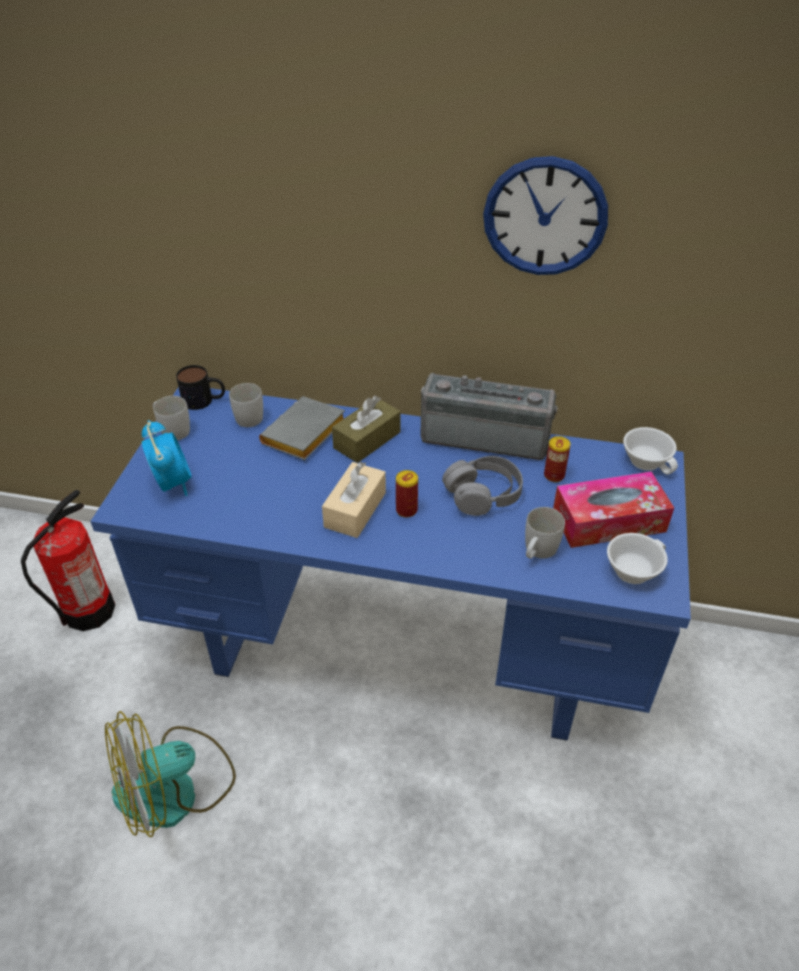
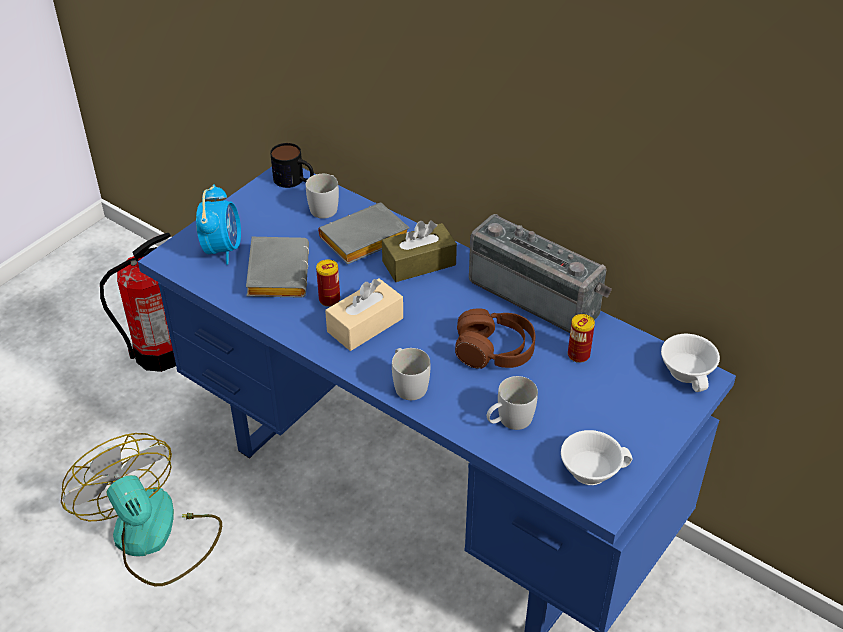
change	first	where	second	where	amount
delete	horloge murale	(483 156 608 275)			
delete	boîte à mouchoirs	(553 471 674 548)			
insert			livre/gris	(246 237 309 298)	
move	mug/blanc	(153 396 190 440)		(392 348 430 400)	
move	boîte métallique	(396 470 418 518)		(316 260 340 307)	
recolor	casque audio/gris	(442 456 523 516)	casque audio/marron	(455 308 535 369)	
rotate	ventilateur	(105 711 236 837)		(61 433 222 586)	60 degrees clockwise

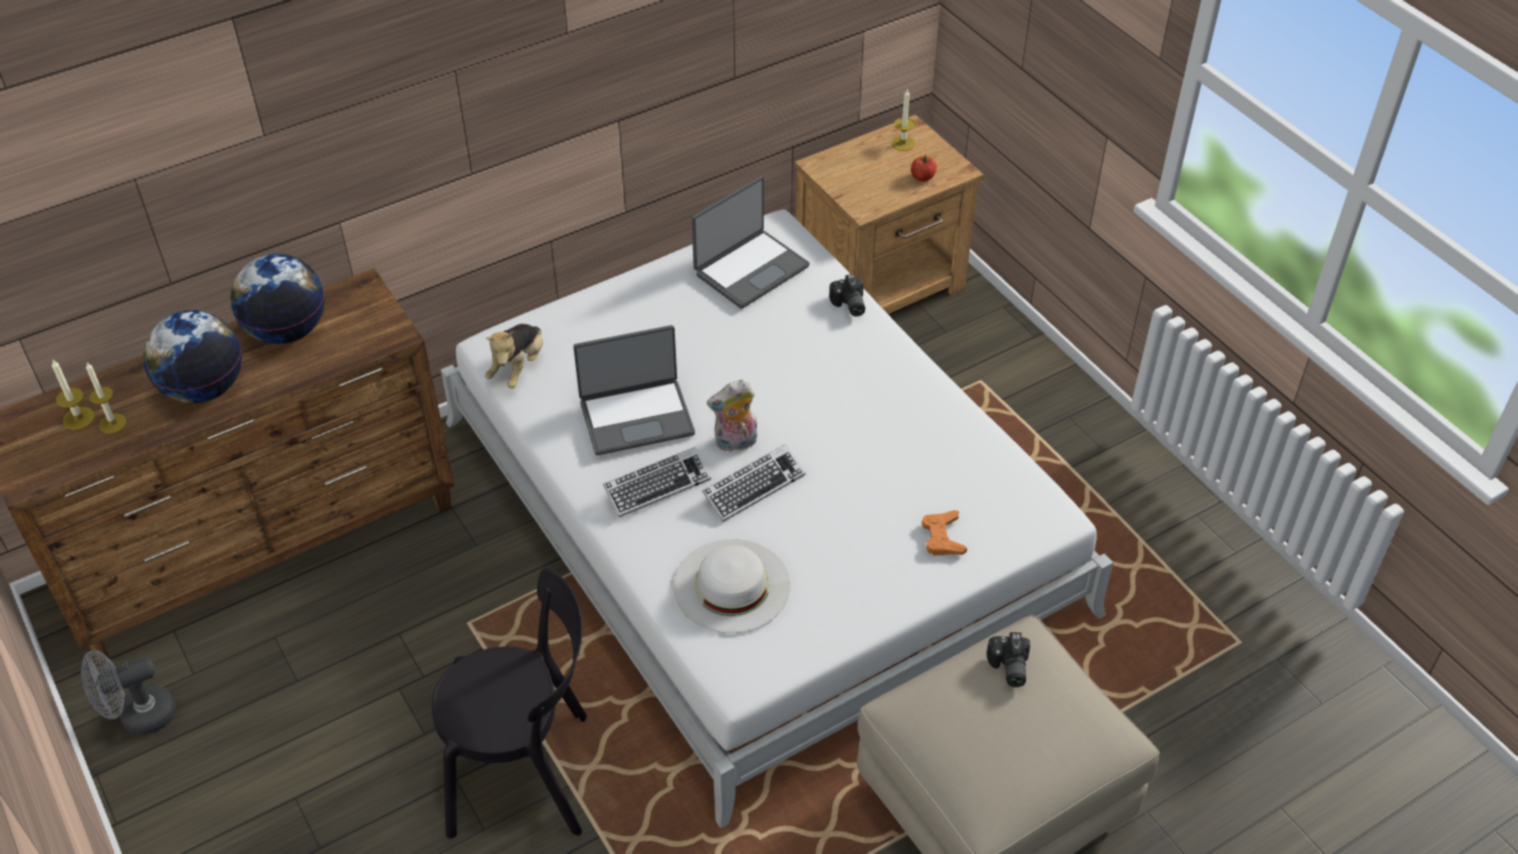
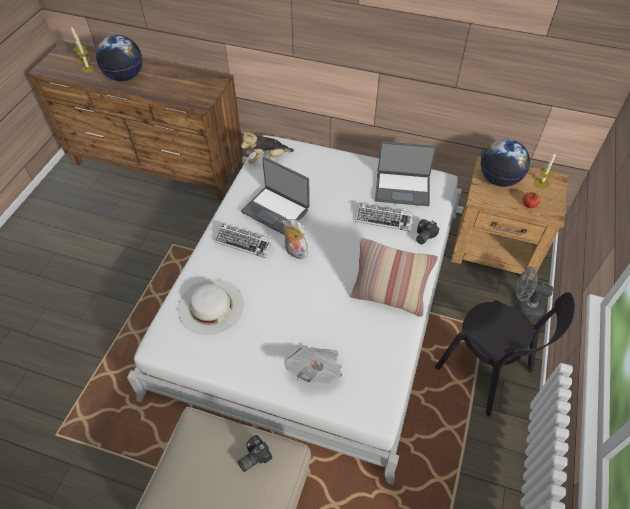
change	first	where	second	where	amount
insert			coussin	(350 238 438 317)	
move	ventilateur/gris	(81 650 176 735)		(516 267 554 319)	
move	globe	(230 254 325 344)		(480 139 530 187)	
move	chaise/noir	(432 568 587 839)		(435 292 575 416)	
move	clavier	(702 444 806 522)		(356 203 413 231)	
replace	manette/orange	(922 510 967 555)	journal	(284 345 343 384)	

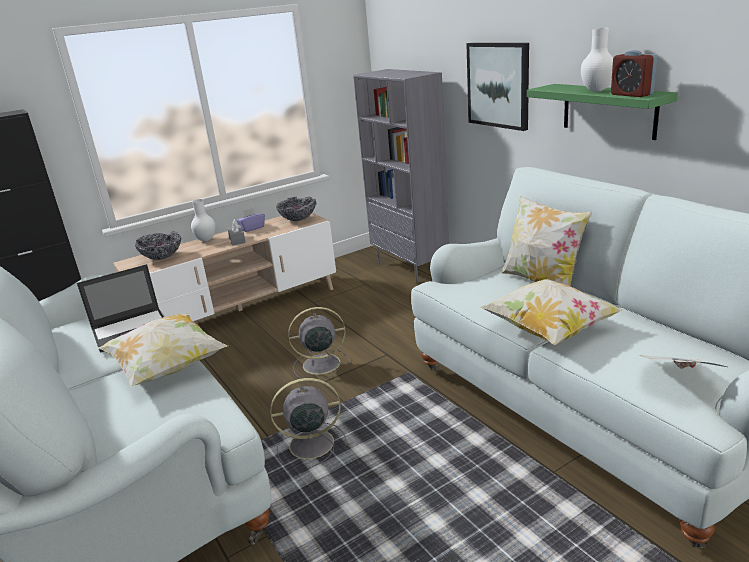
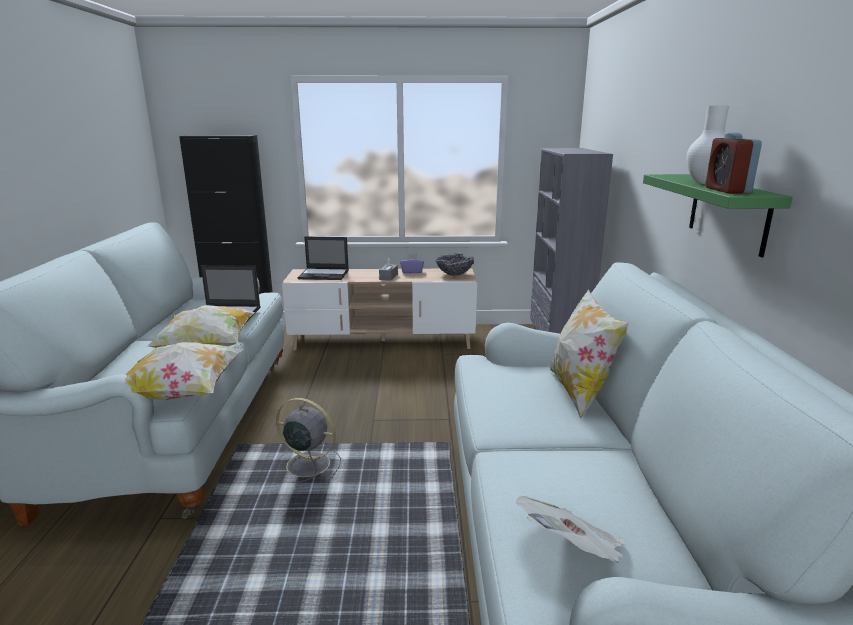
change	first	where	second	where	amount
delete	vase/blanc	(191 199 215 241)			
delete	ventilateur/gris	(288 307 352 380)			
delete	tableau	(466 43 529 131)			
move	coussin	(480 279 623 345)		(124 342 243 400)	
replace	bol	(135 231 181 260)	ordinateur portable	(298 236 349 280)	

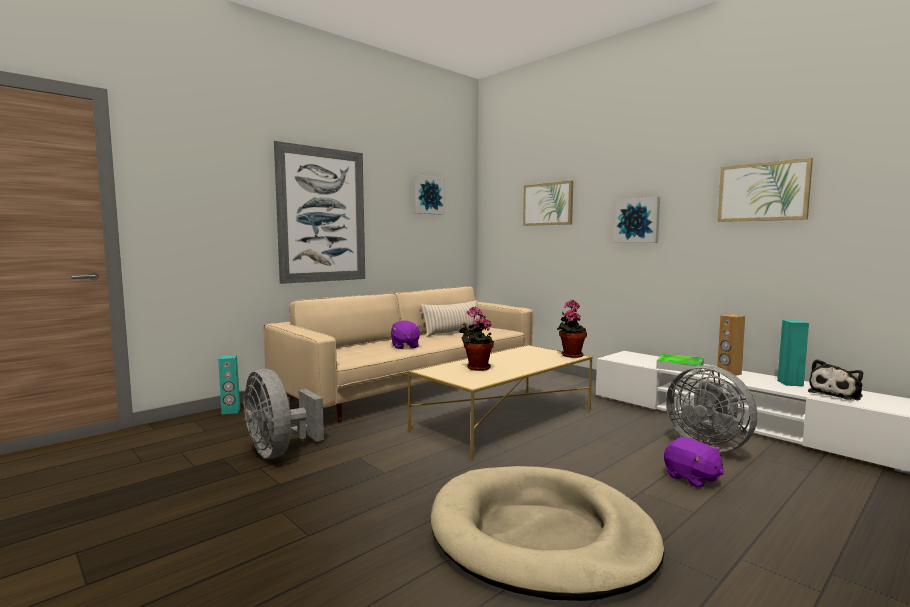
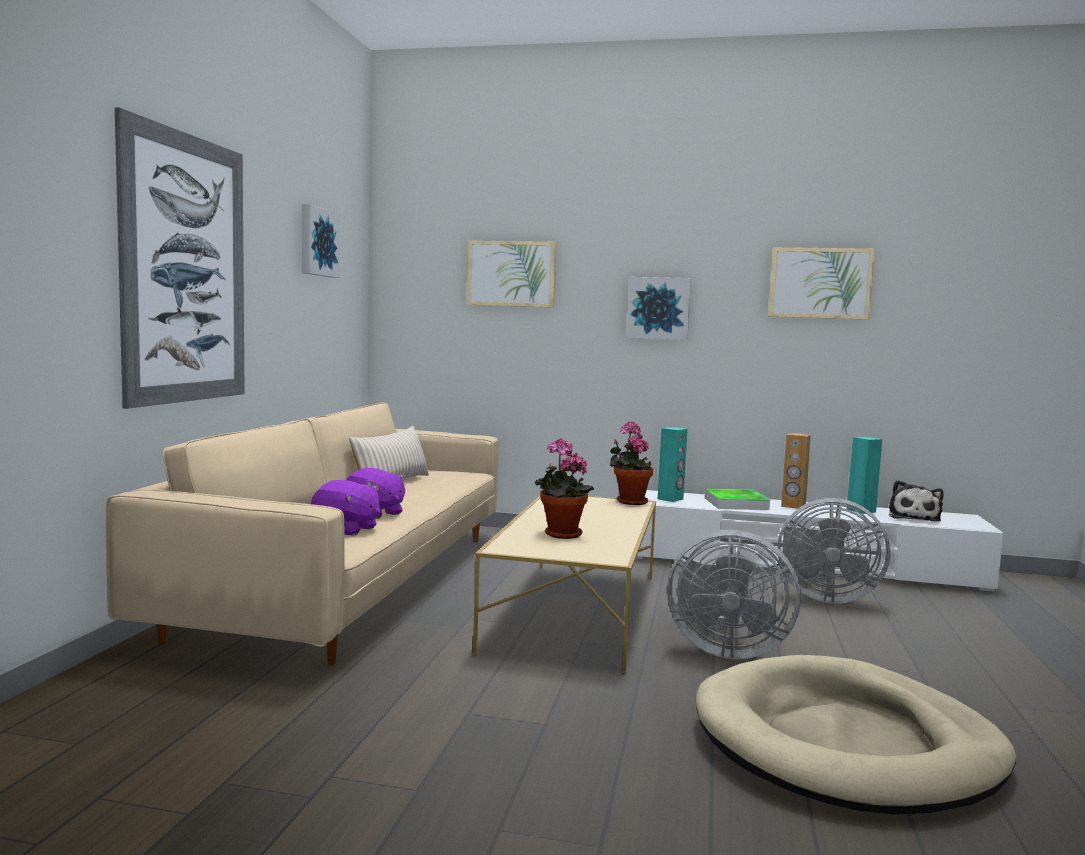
change	first	where	second	where	amount
move	enceinte/turquoise	(218 355 240 415)		(658 427 687 502)	
move	ventilateur/gris	(243 369 324 459)		(667 530 801 660)	
move	peluche/violet	(664 437 724 488)		(311 480 381 536)	

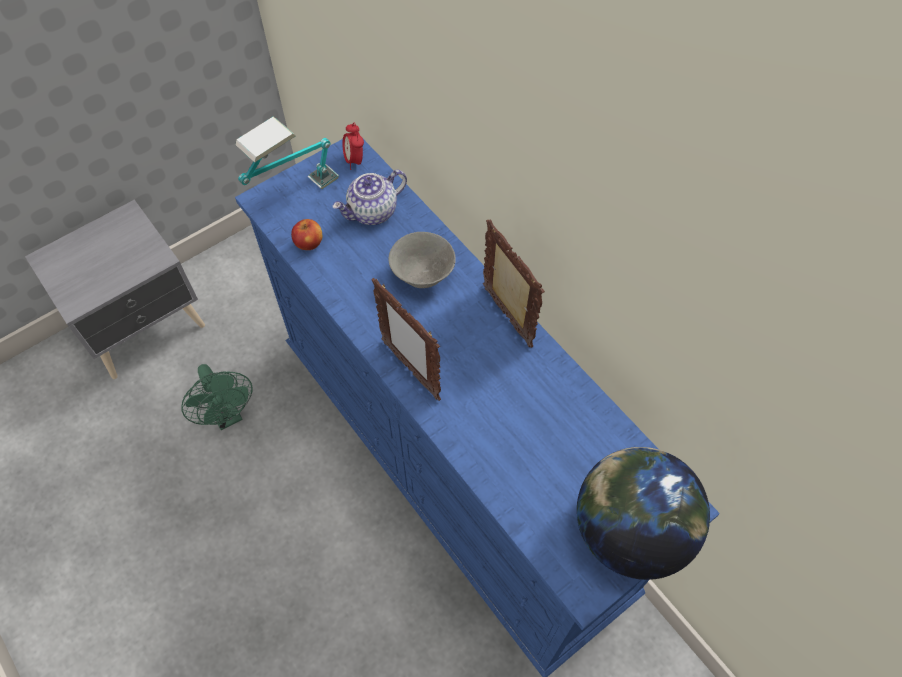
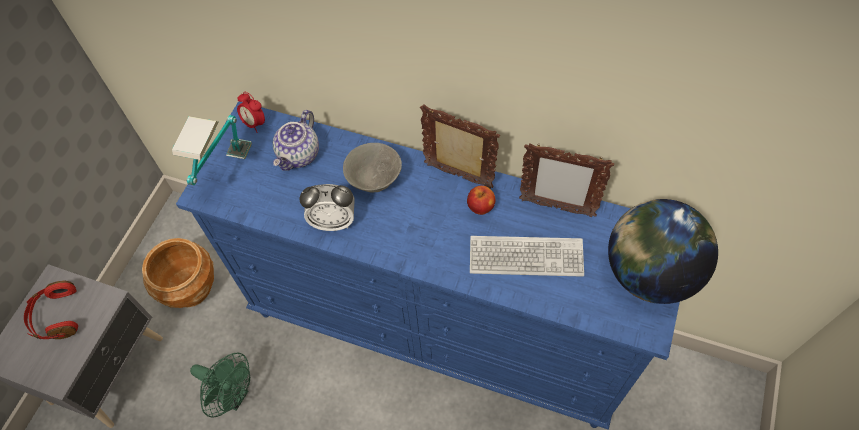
change	first	where	second	where	amount
insert			casque audio/rouge	(24 280 78 339)	
insert			cache-pot/marron	(142 238 214 308)	
insert			réveil	(299 184 355 231)	
insert			clavier	(470 236 584 277)	
move	pomme	(291 219 322 250)		(467 186 495 215)	
move	cadre photo	(371 278 441 401)		(519 143 614 217)	

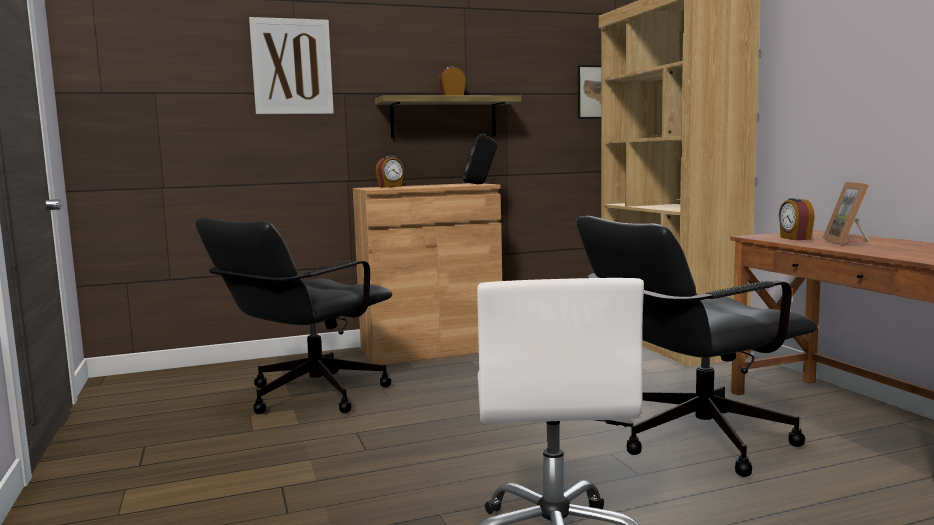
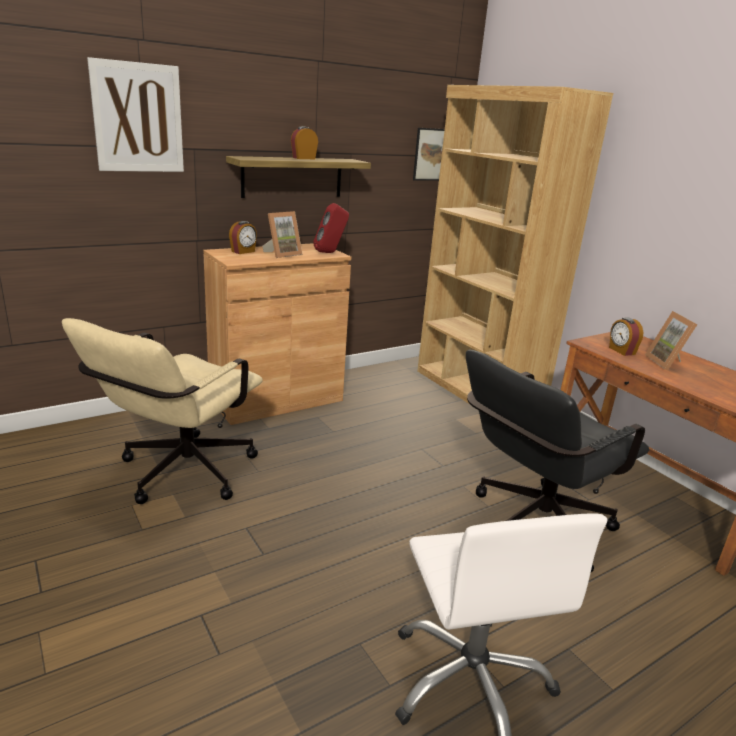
change	first	where	second	where	amount
insert			cadre photo	(262 211 303 258)	
recolor	chaise de bureau/noir	(195 218 392 414)	chaise de bureau/beige	(62 318 263 504)	
recolor	enceinte/noir	(463 133 497 184)	enceinte/rouge	(313 203 349 253)	

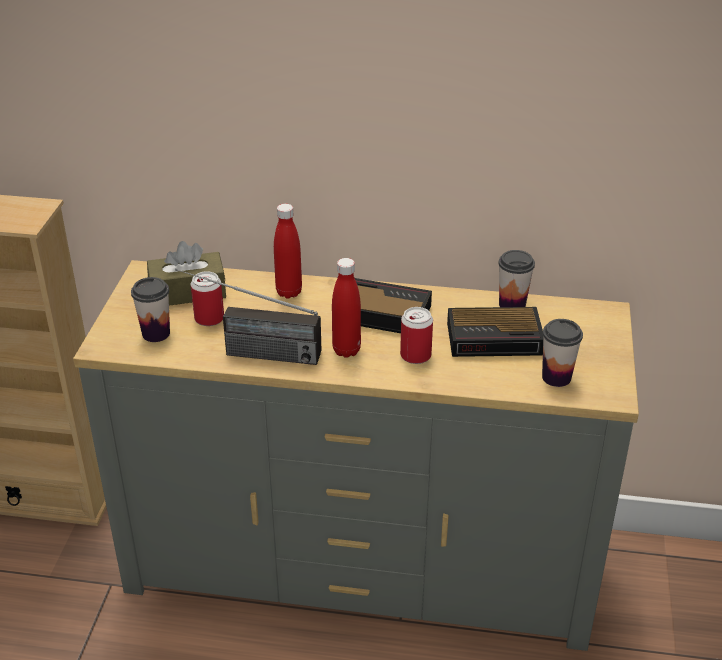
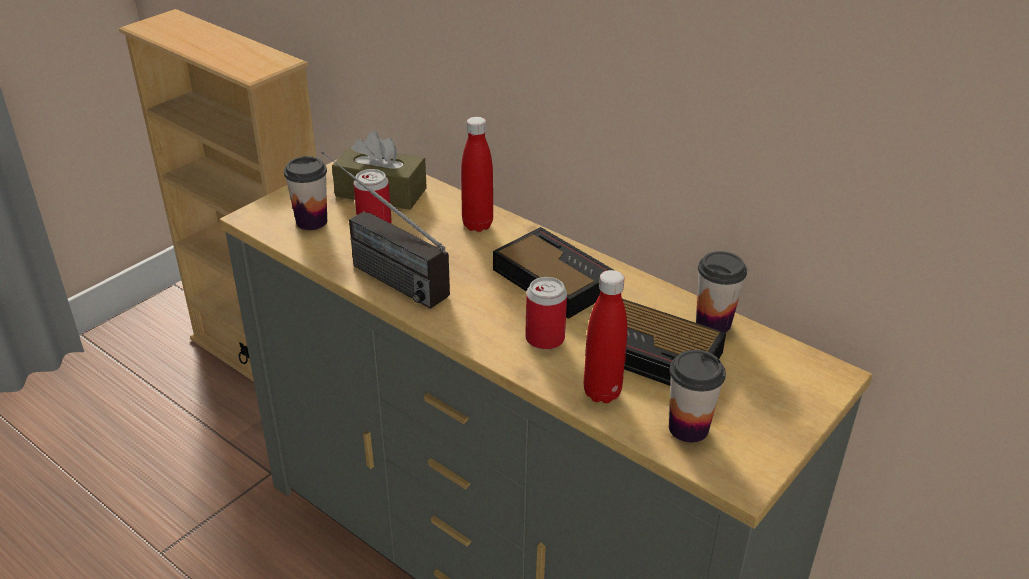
change	first	where	second	where	amount
move	bouteille/rouge	(332 258 361 358)		(584 270 627 403)	

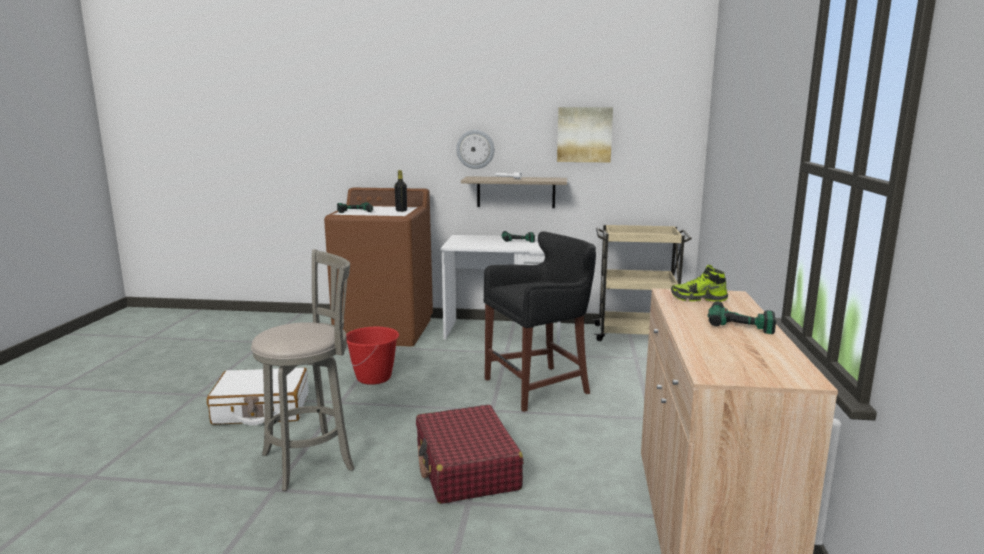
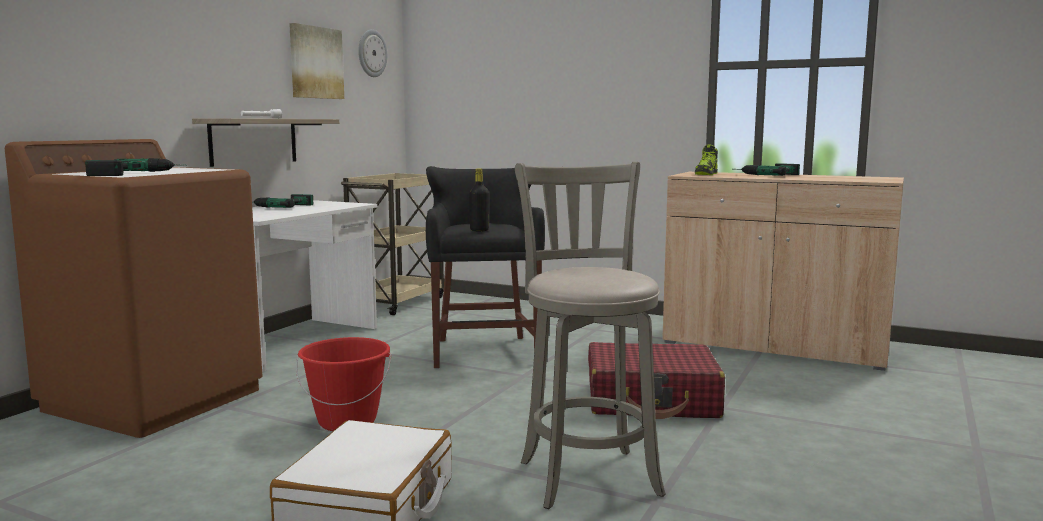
change	first	where	second	where	amount
move	bouteille/noir	(395 170 407 212)		(469 168 489 232)	
move	horloge murale	(456 130 495 169)		(358 29 388 77)	

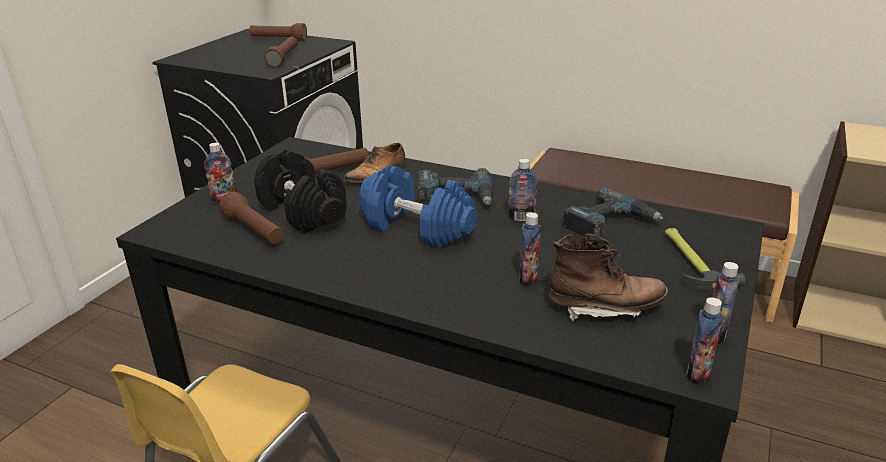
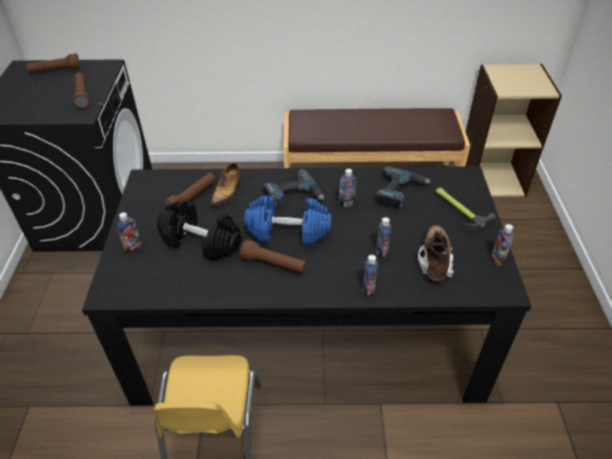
change	first	where	second	where	amount
move	lampe de poche/marron	(219 192 284 244)		(240 239 307 273)	
move	bouteille	(687 297 723 385)		(363 255 378 297)	
rotate	botte/marron	(549 233 668 321)		(418 225 454 281)	60 degrees counterclockwise

